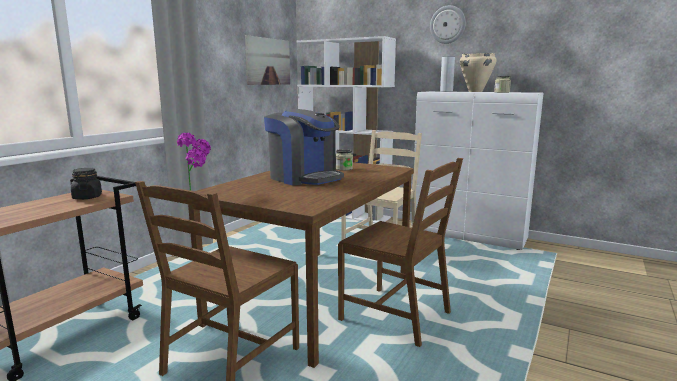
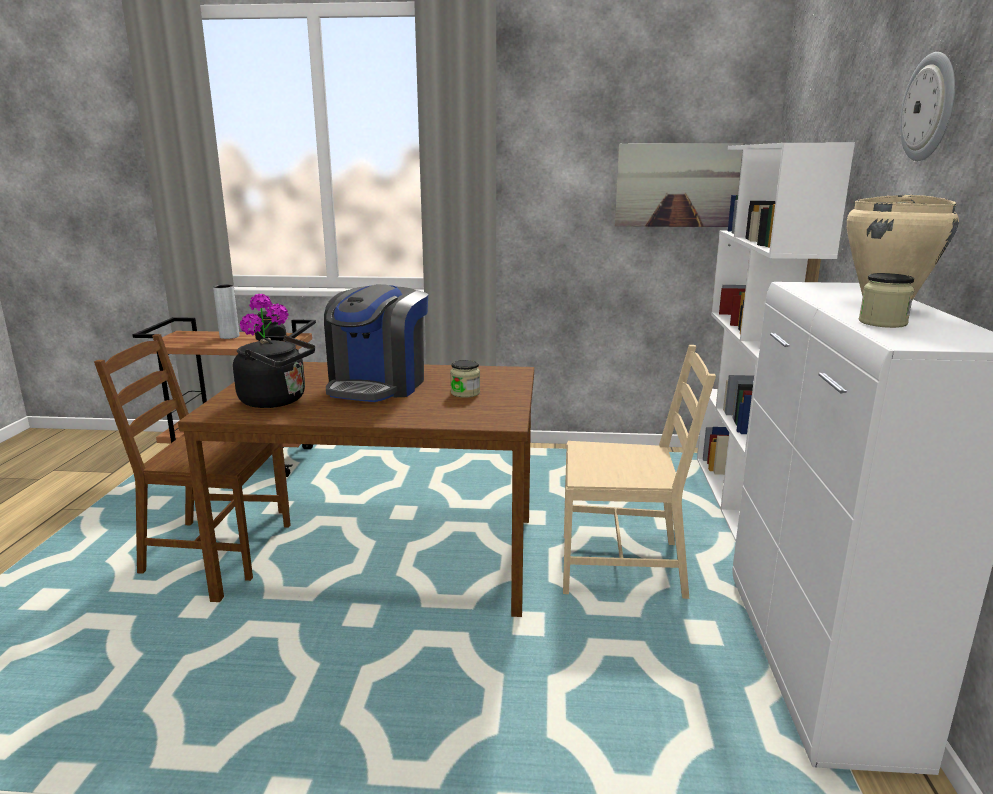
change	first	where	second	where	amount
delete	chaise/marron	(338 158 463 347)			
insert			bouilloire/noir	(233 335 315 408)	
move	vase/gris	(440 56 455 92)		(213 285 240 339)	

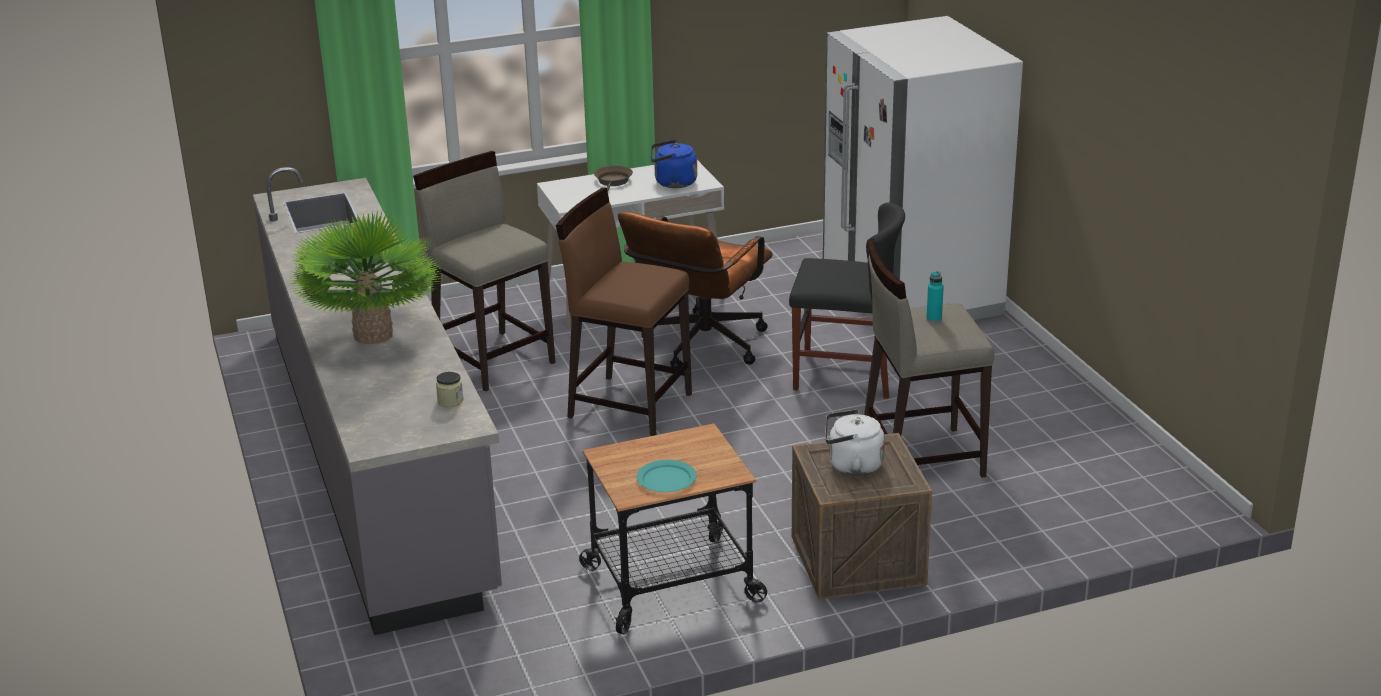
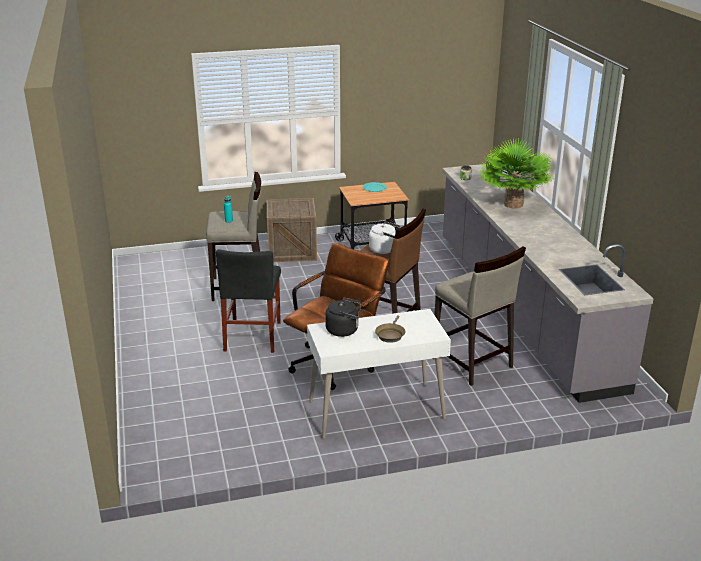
change	first	where	second	where	amount
delete	réfrigérateur/blanc	(823 16 1023 320)			
move	bouilloire/blanc	(825 409 885 476)		(369 221 401 254)	
recolor	bouilloire/bleu	(651 139 697 188)	bouilloire/noir	(325 297 362 337)	
rotate	chaise/noir	(789 202 905 399)		(216 249 281 353)	105 degrees counterclockwise

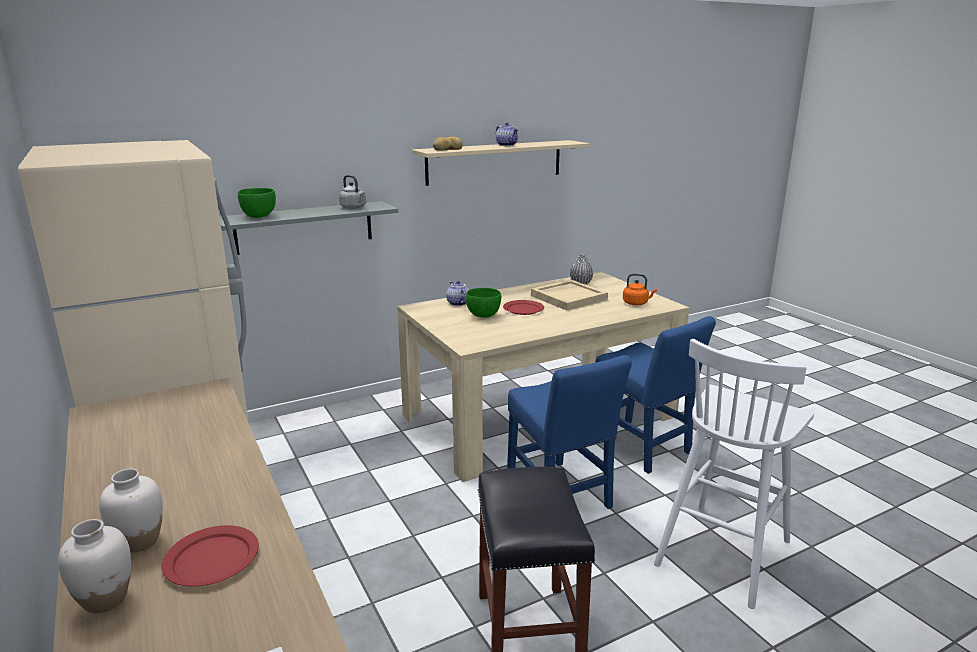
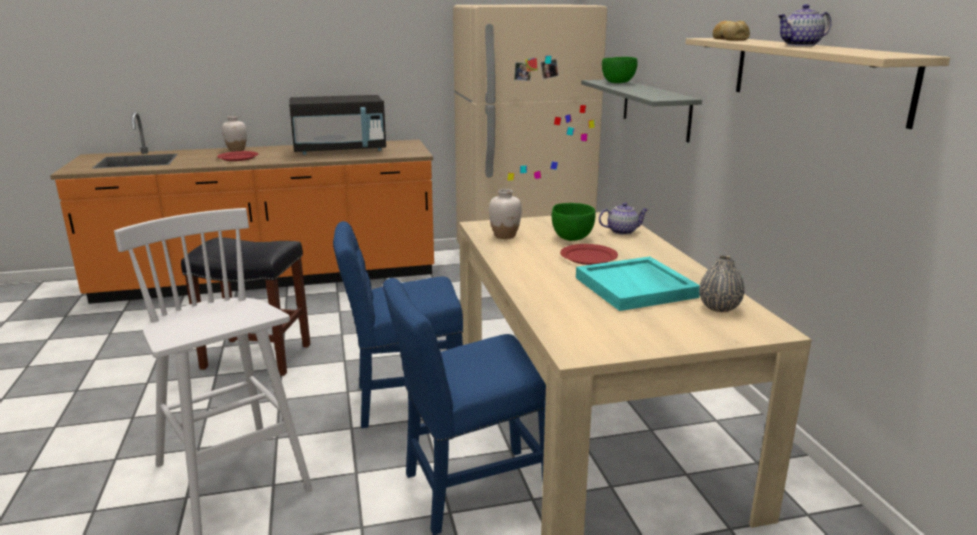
change	first	where	second	where	amount
delete	bouilloire/gris	(339 175 366 209)			
delete	bouilloire/orange	(623 273 657 305)			
insert			micro-ondes/noir	(289 95 386 155)	
move	vase/blanc	(99 469 163 552)		(489 189 522 239)	
recolor	plateau/beige	(531 280 608 311)	plateau/turquoise	(576 257 700 311)	

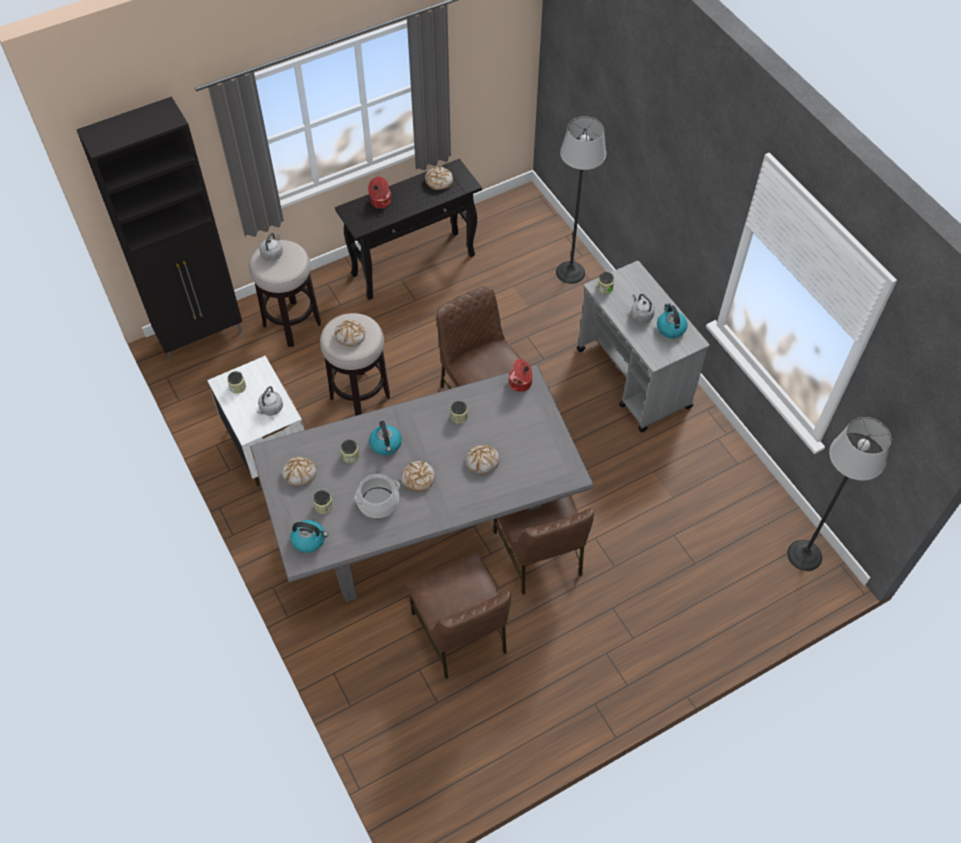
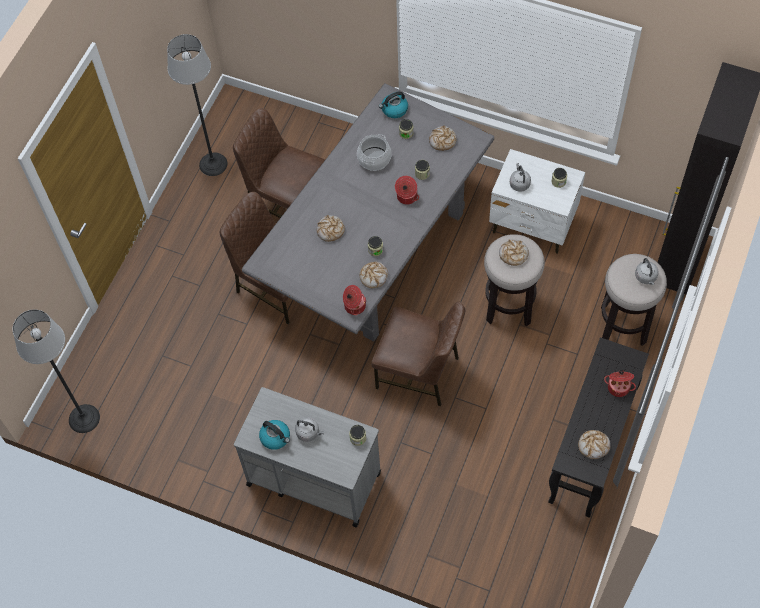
change	first	where	second	where	amount
move	pain	(401 461 435 491)		(359 262 388 288)	
move	lampadaire	(556 116 606 284)		(167 34 228 176)	
replace	bouilloire	(369 421 402 455)	marmite	(395 176 419 205)	

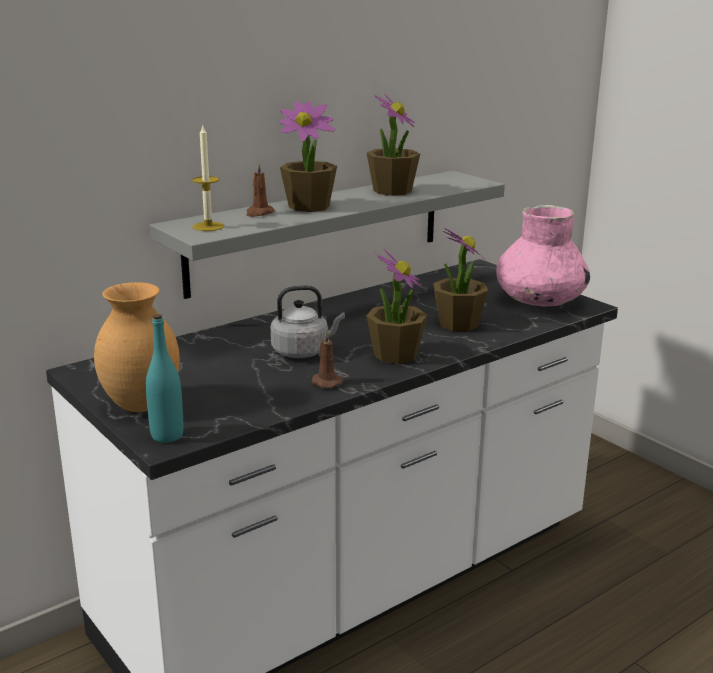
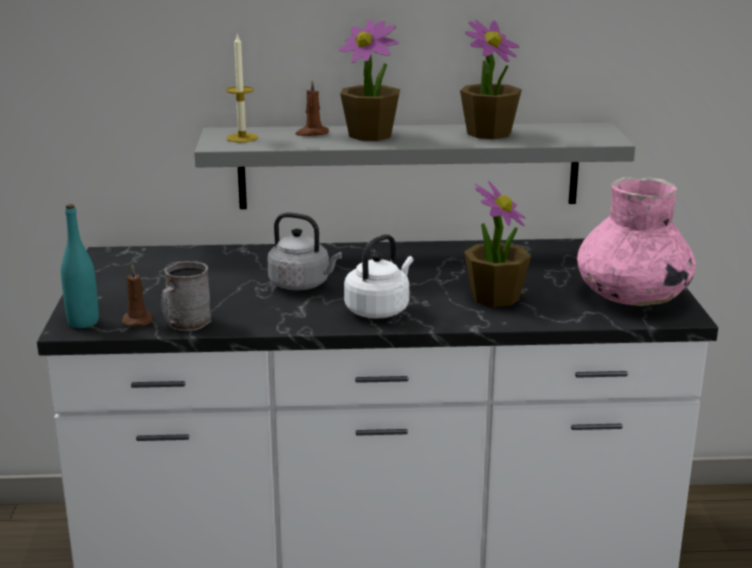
change	first	where	second	where	amount
delete	vase/marron	(94 282 180 412)			
insert			mug/gris	(161 261 211 331)	
move	bougie/marron	(311 330 343 388)		(121 264 153 327)	
replace	plante en pot	(366 249 427 364)	bouilloire/blanc	(344 234 413 319)	

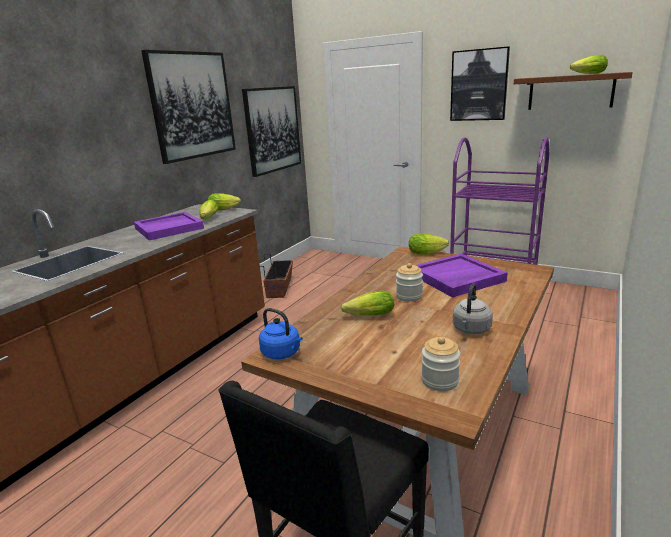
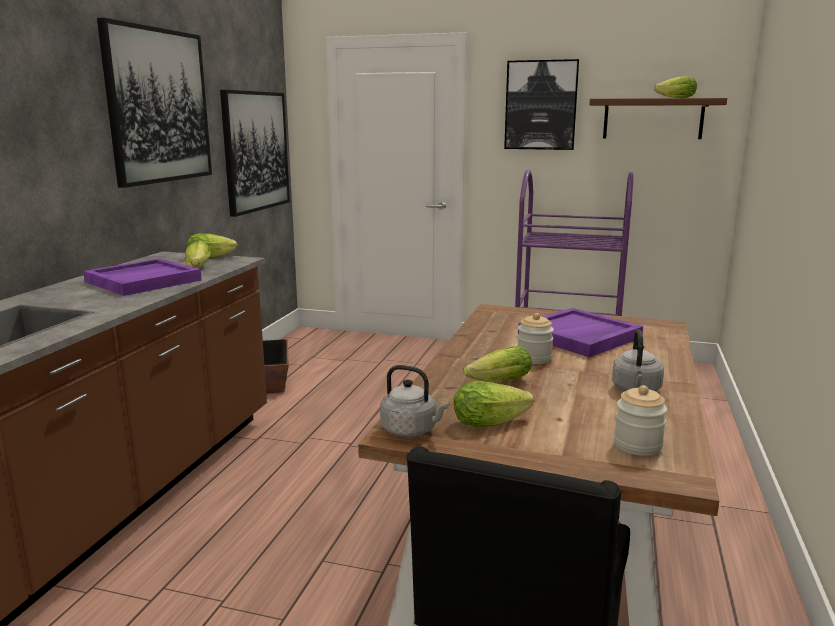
change	first	where	second	where	amount
move	laitue	(409 233 449 255)		(454 381 534 427)	
recolor	bouilloire/bleu	(259 308 302 359)	bouilloire/gris	(380 365 450 437)	

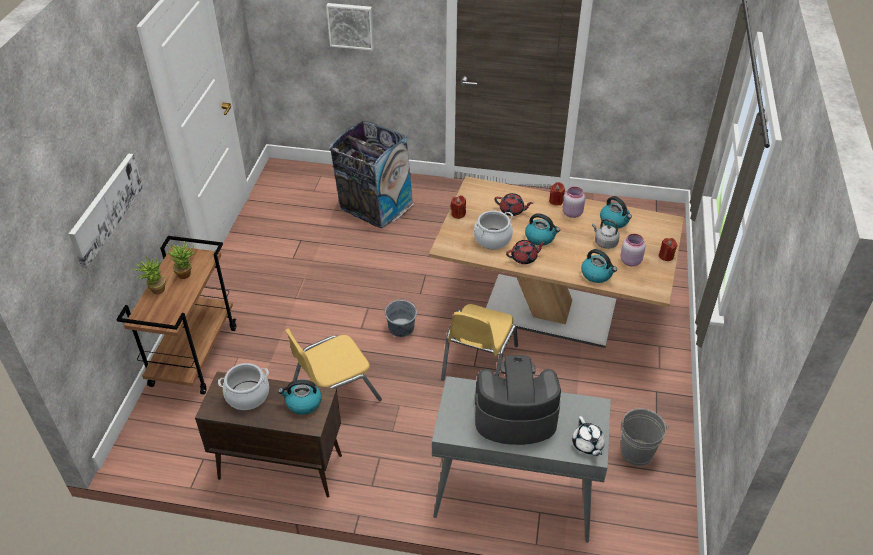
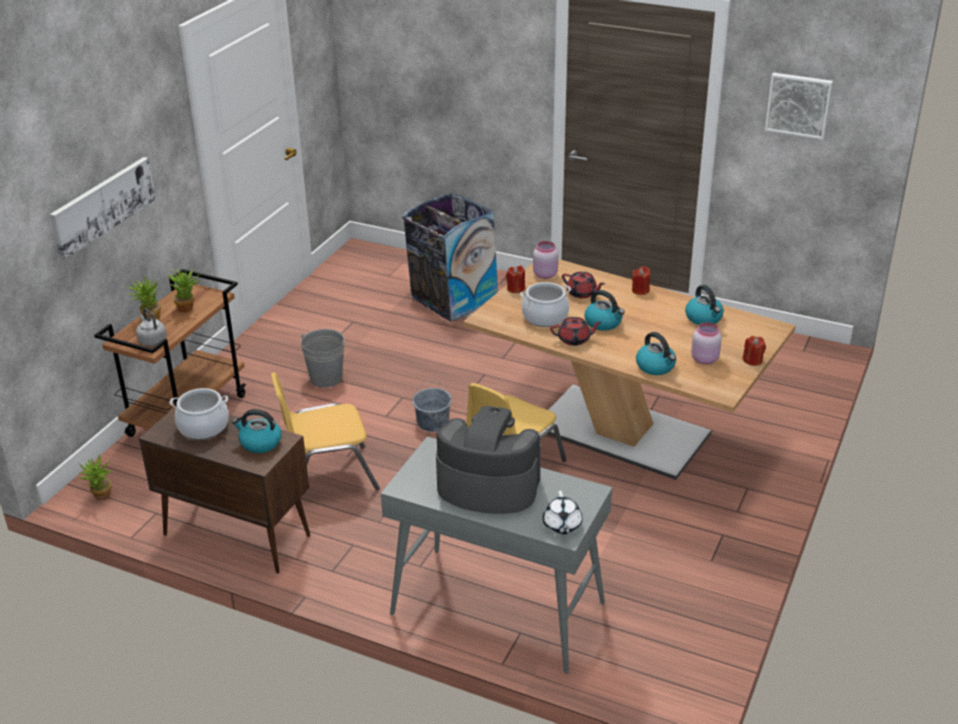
change	first	where	second	where	amount
insert			plante en pot	(79 453 113 500)	
move	tableau	(326 3 374 50)		(765 73 833 140)	
move	bocal/rose	(563 187 585 218)		(533 241 558 279)	
move	bouilloire/gris	(592 219 620 249)		(136 308 167 346)	
move	seau/gris	(619 409 669 466)		(301 329 346 388)	

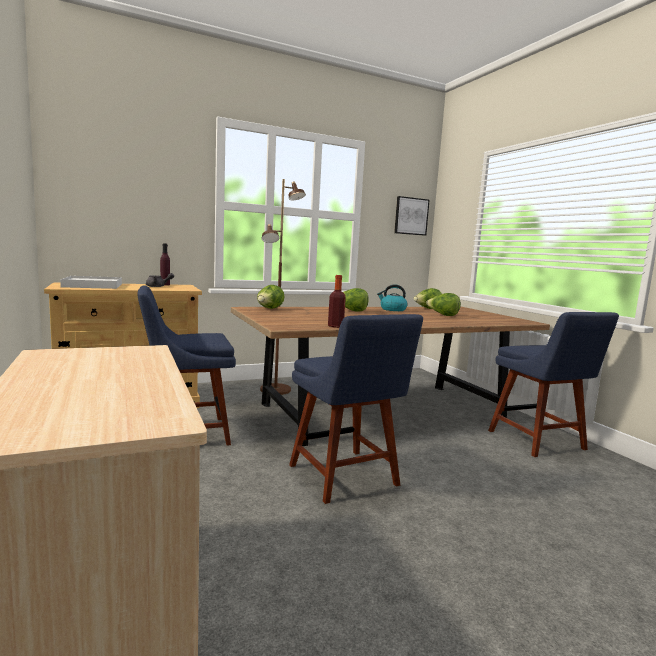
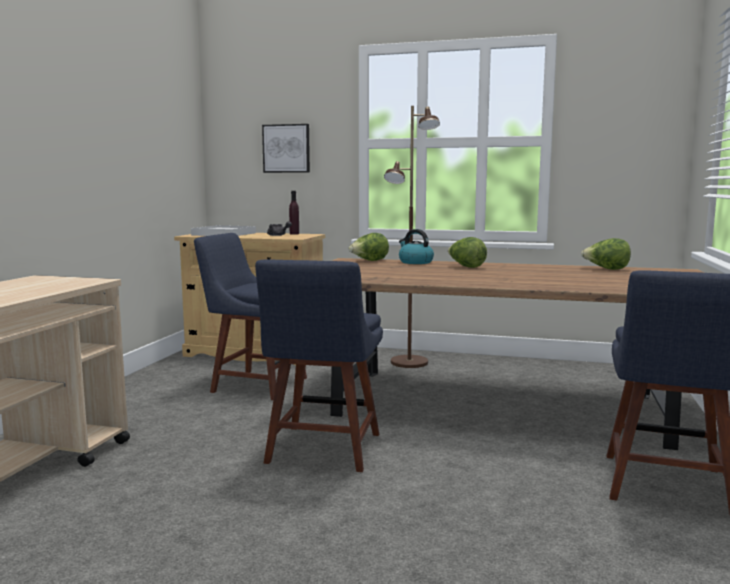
change	first	where	second	where	amount
delete	bouteille	(328 275 346 328)			
delete	laitue	(426 293 461 316)			
move	bouilloire	(377 285 407 311)		(399 229 434 264)	
move	tableau	(394 196 430 236)		(262 124 310 173)	

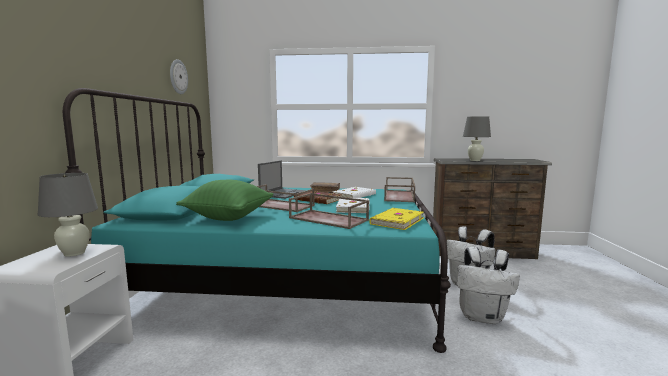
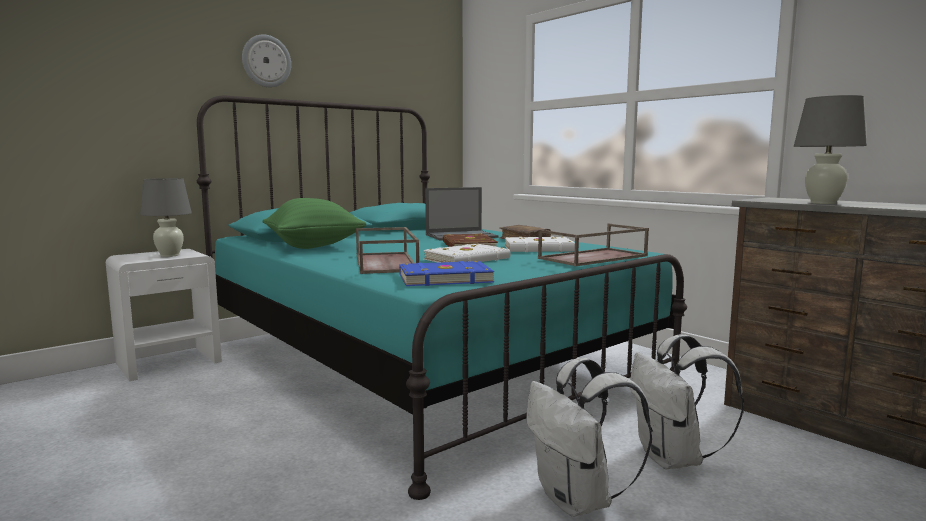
change	first	where	second	where	amount
delete	plateau/marron	(257 184 315 212)			
move	horloge murale	(170 59 188 94)		(242 34 291 87)	
recolor	livre/jaune	(369 208 424 230)	livre/bleu	(399 261 494 286)	

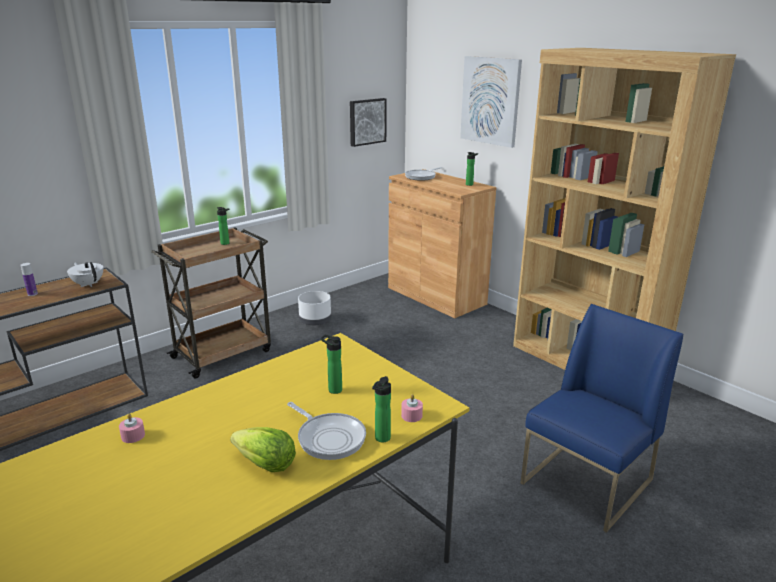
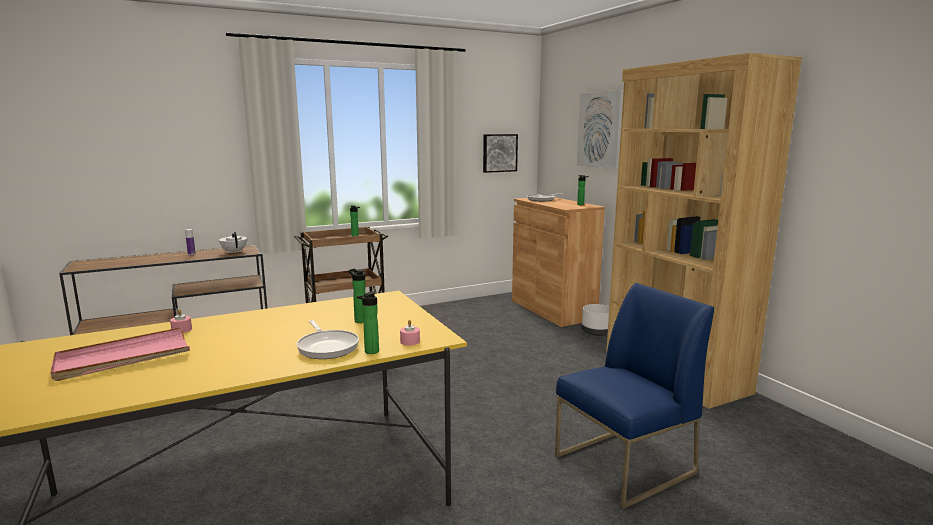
change	first	where	second	where	amount
delete	laitue	(230 427 296 472)			
insert			plateau/rose	(50 327 190 381)	
move	cache-pot/blanc	(298 291 331 325)		(582 304 609 336)	

